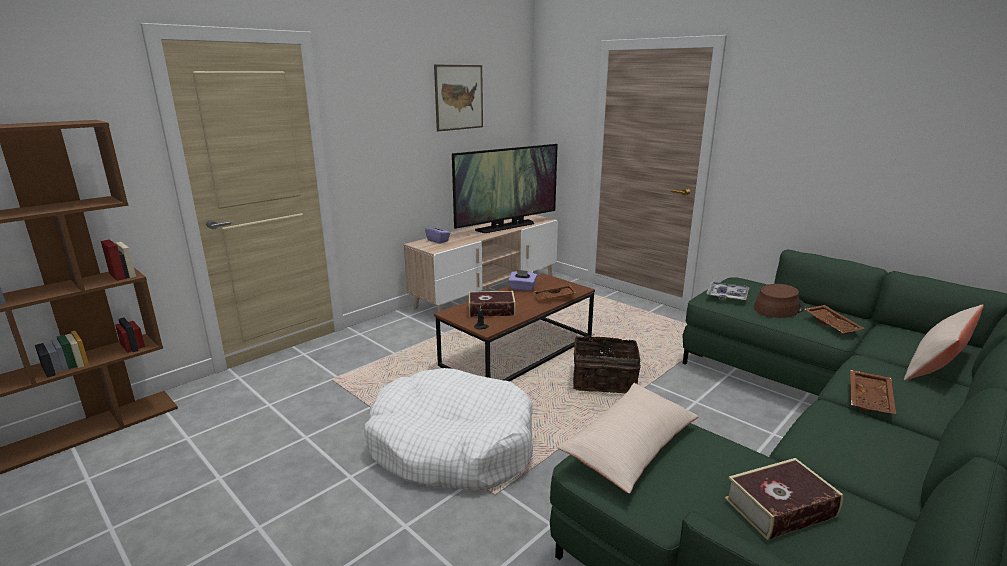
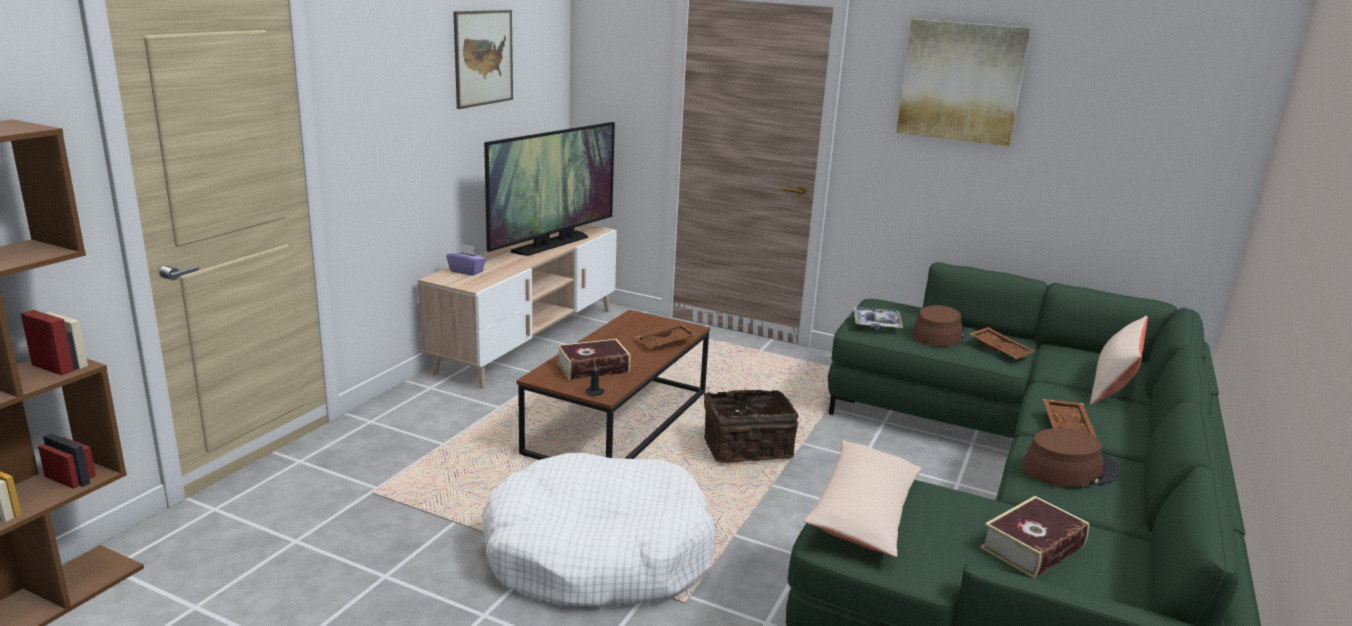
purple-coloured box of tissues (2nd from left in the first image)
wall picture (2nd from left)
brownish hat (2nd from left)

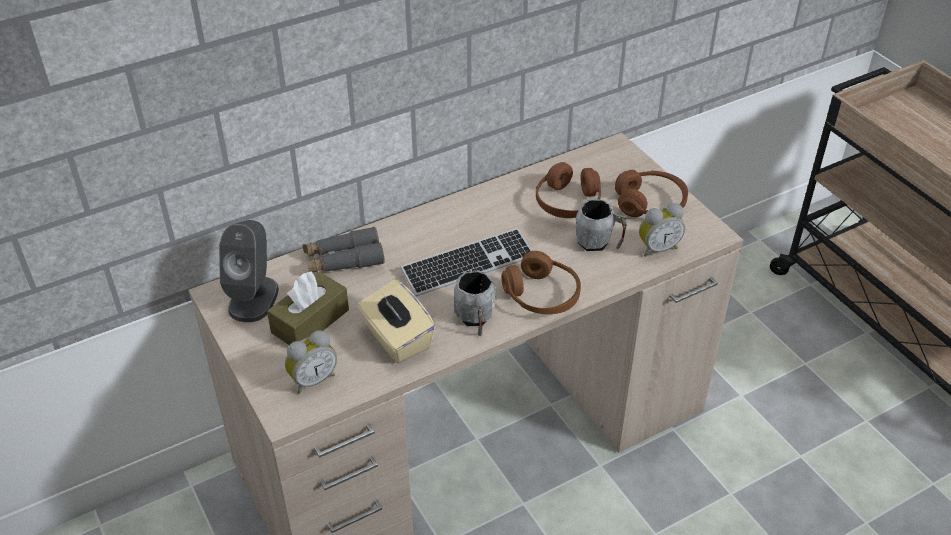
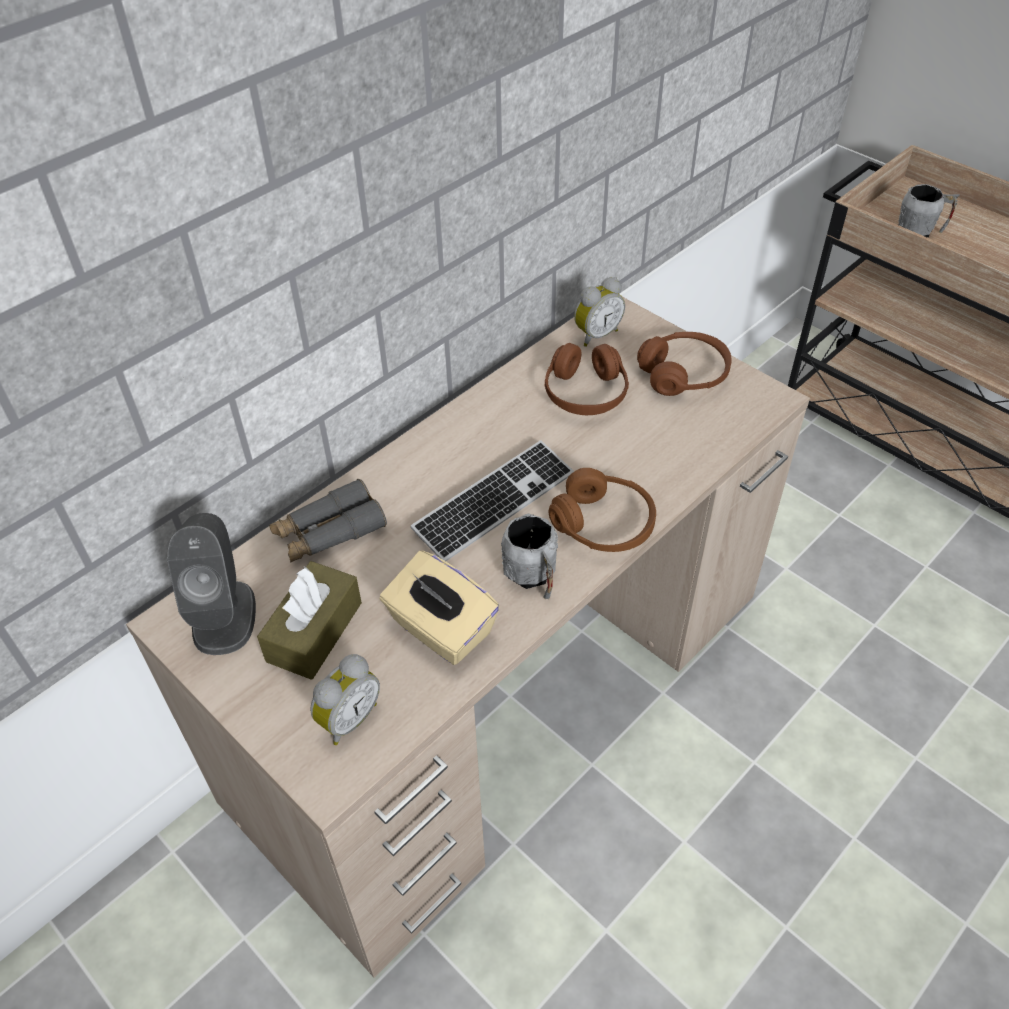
gray tea mug (2nd from left)
bedside clock (2nd from left)

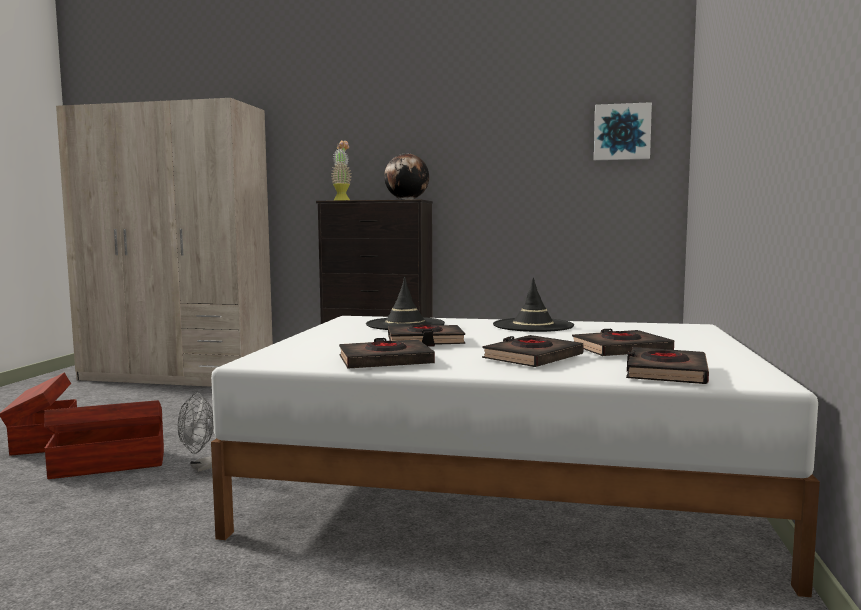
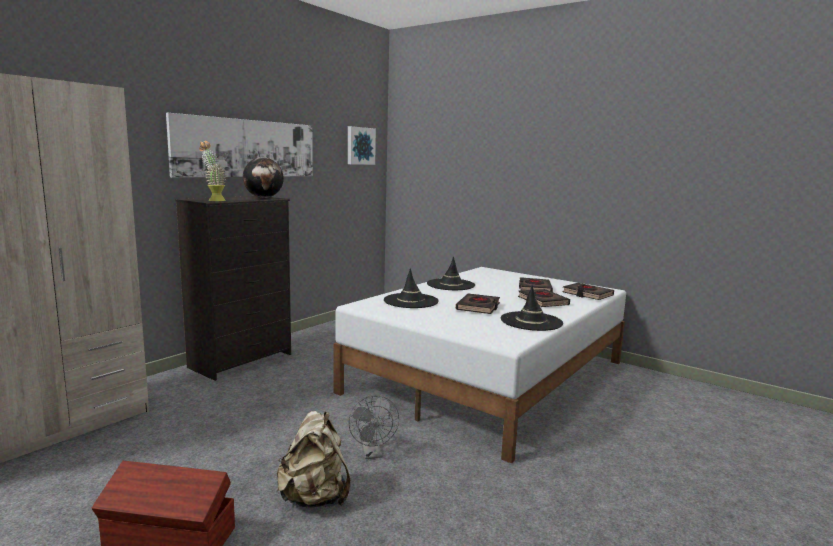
blackish hat (3rd from left)
beige rucksack
wall picture (1st from left)

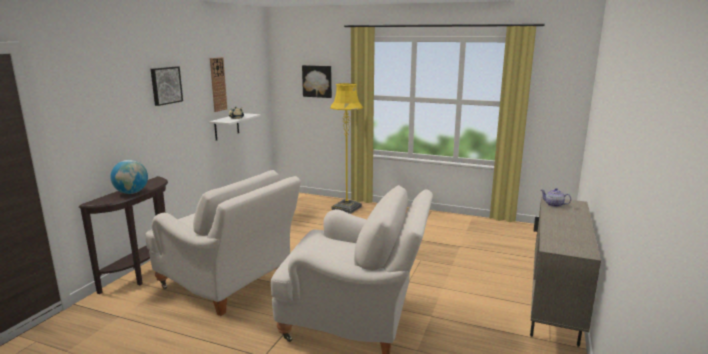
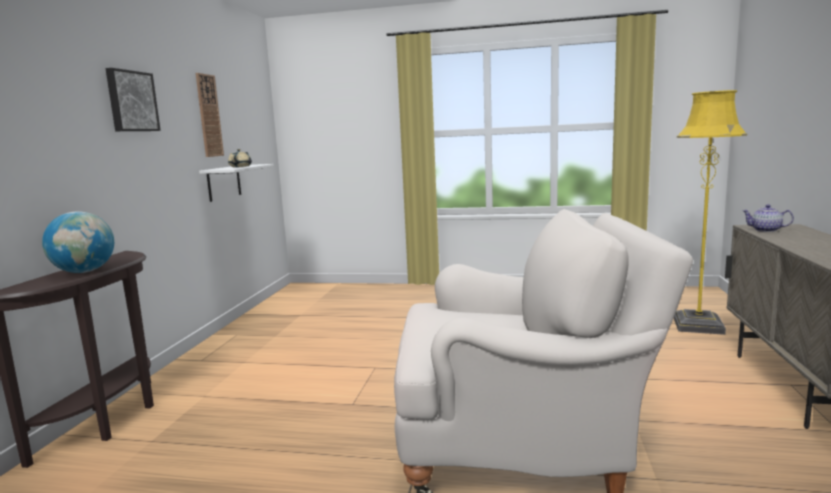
wall picture (2nd from left in the first image)
yellow-coloured floor lamp
white-coloured armchair (1st from left in the first image)

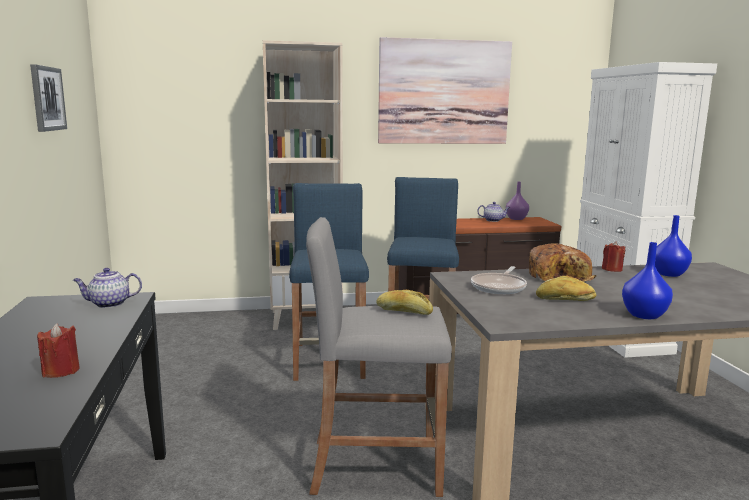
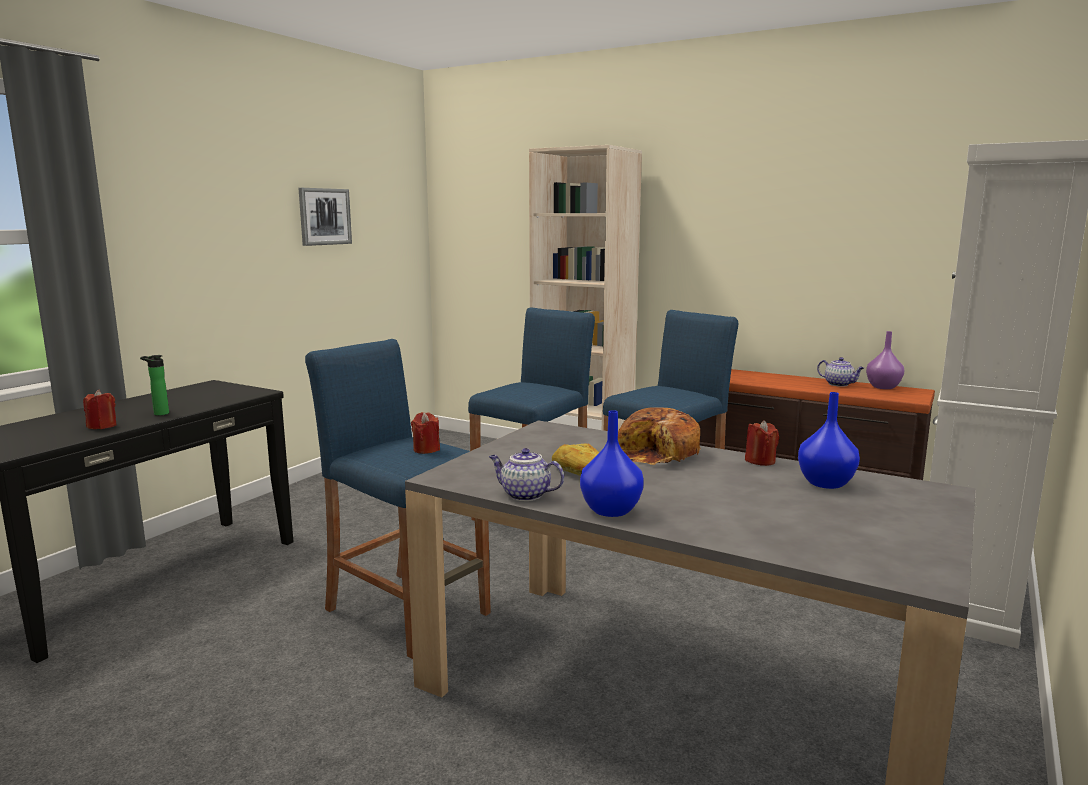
wall picture (2nd from left in the first image)
bluish sitting stool (1st from left)
skillet
teapot (1st from left)
reddish candle (2nd from left)
bottle

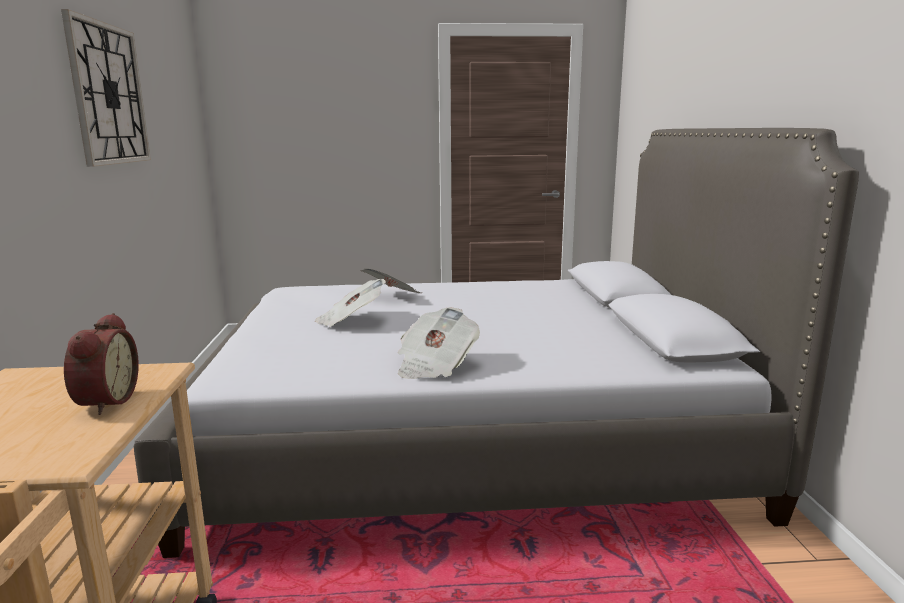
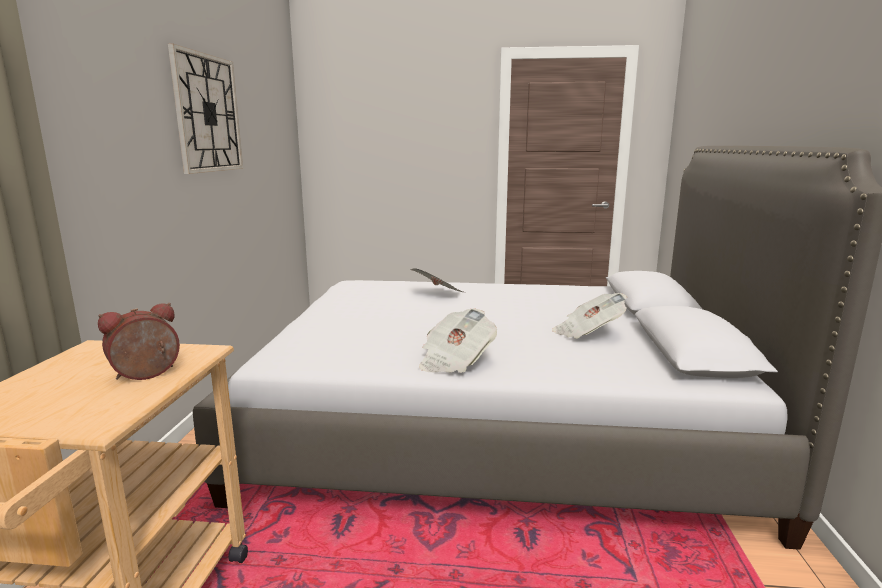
newspaper (3rd from left)
bedside clock

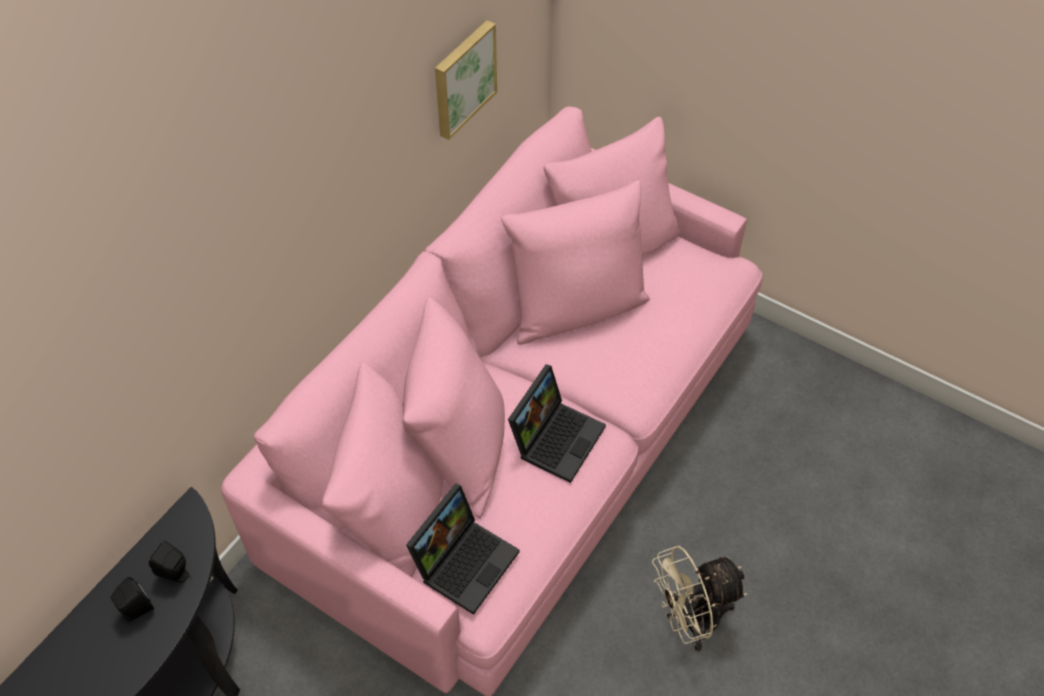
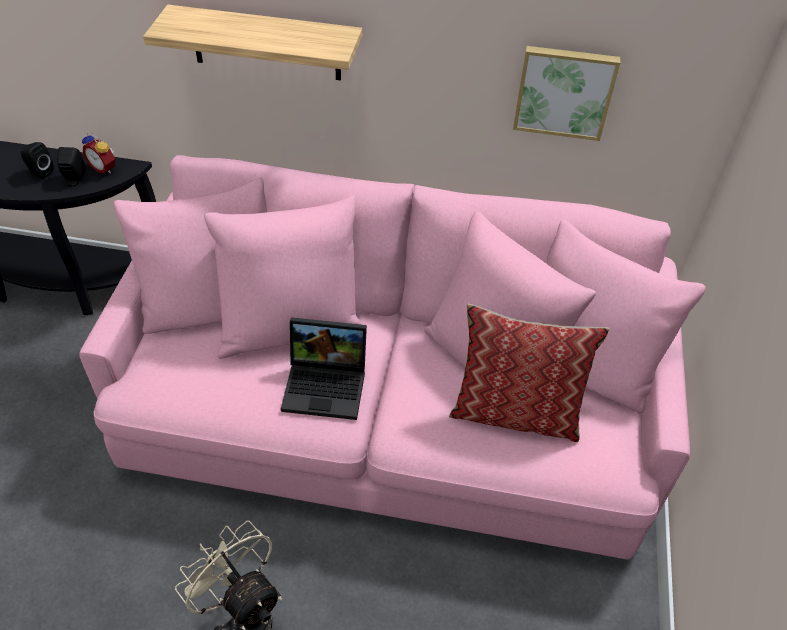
notebook computer (1st from left in the first image)
bracket shelf
bedside clock
pillow

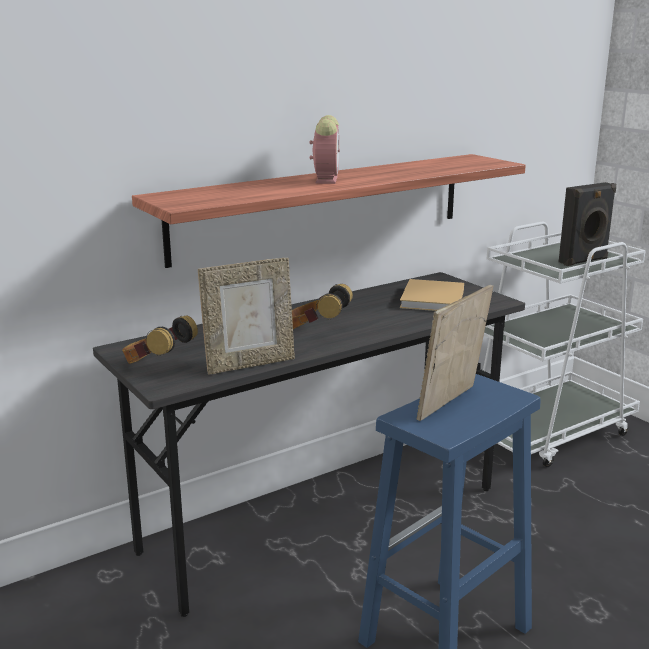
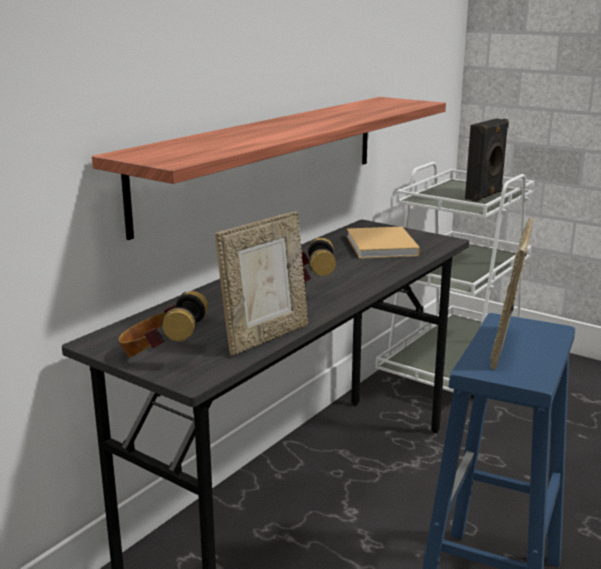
bedside clock

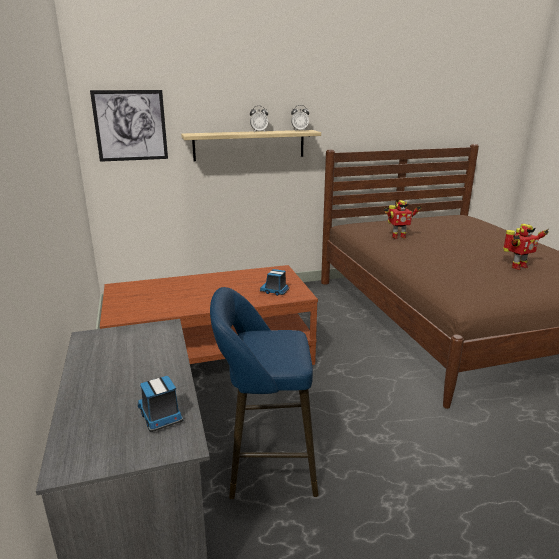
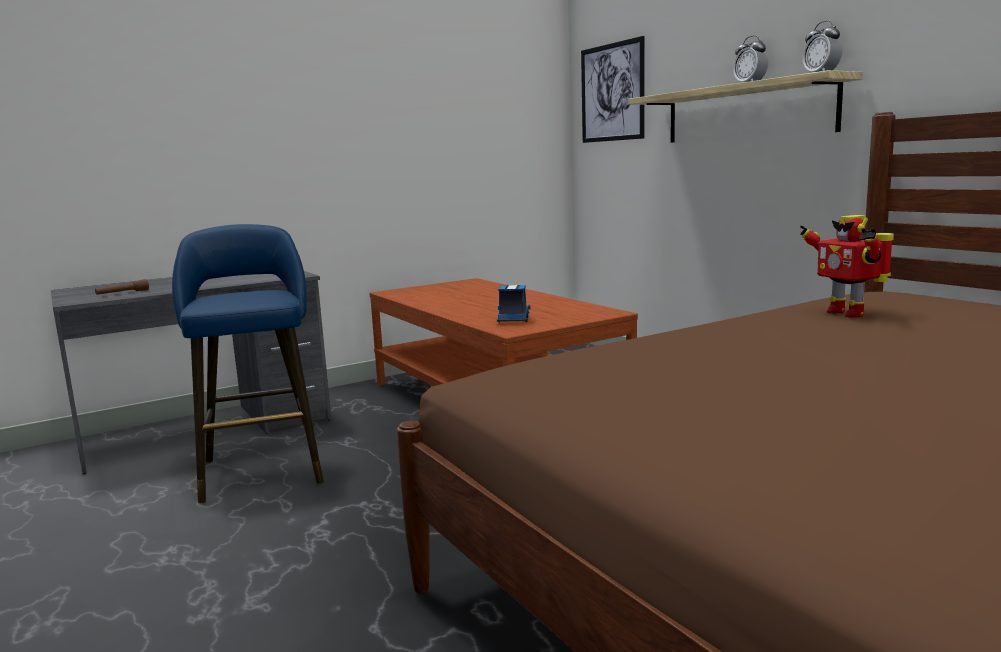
toy robot (2nd from left in the first image)
brownish flashlight

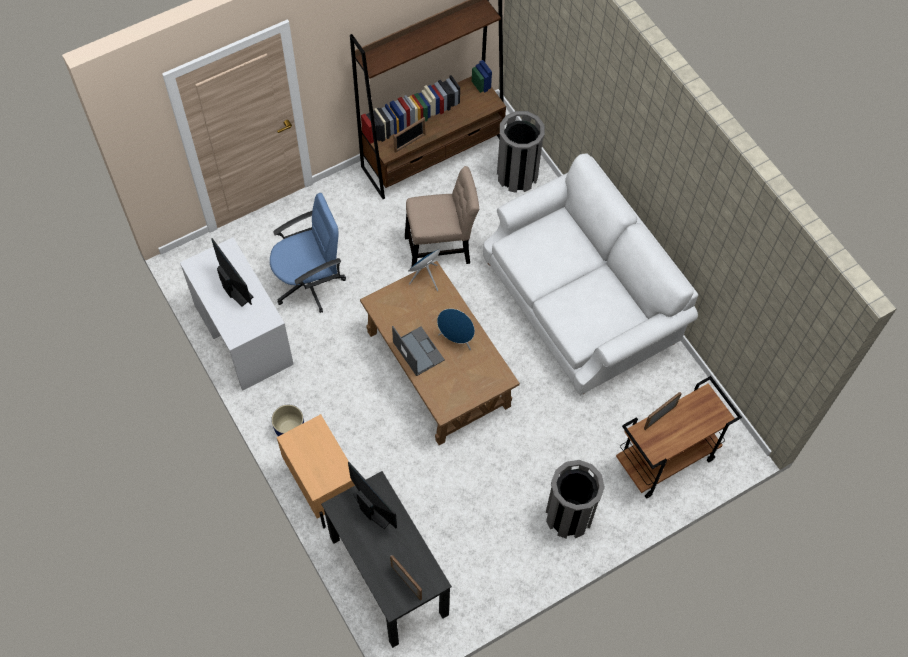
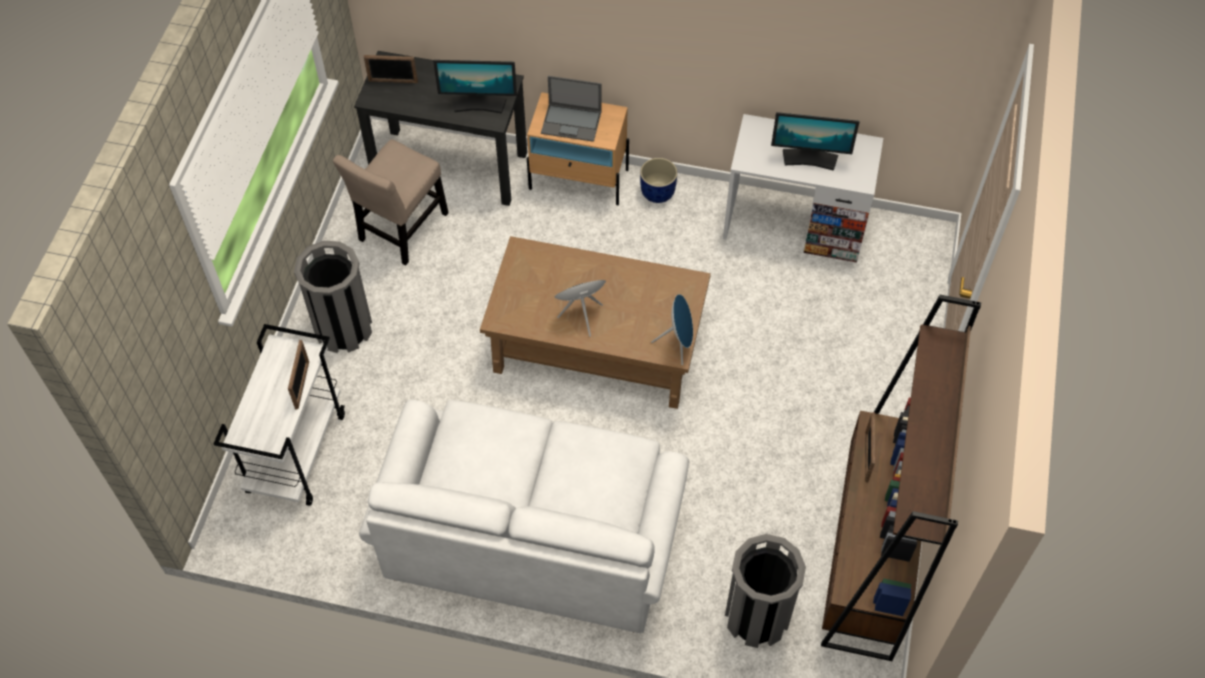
beige chair
bluish office chair
notebook computer
white-coloured wheeled cart

